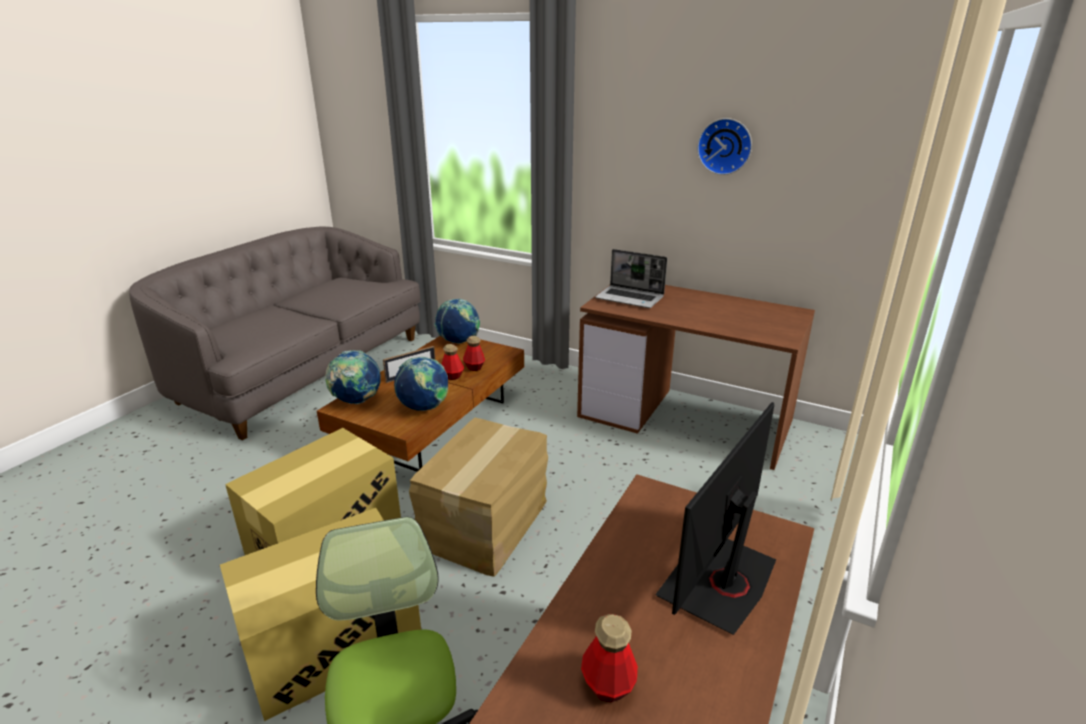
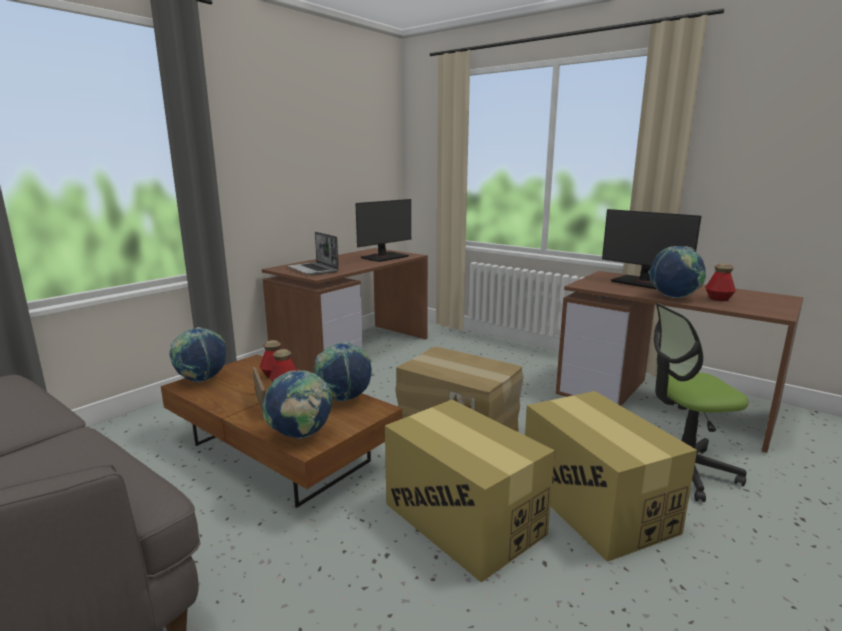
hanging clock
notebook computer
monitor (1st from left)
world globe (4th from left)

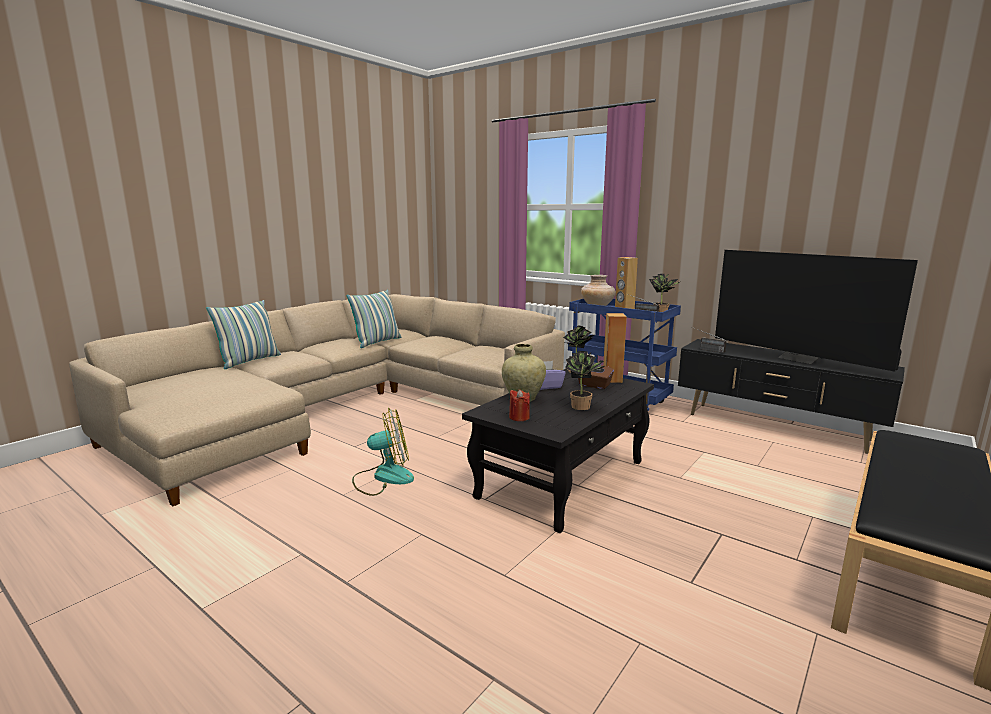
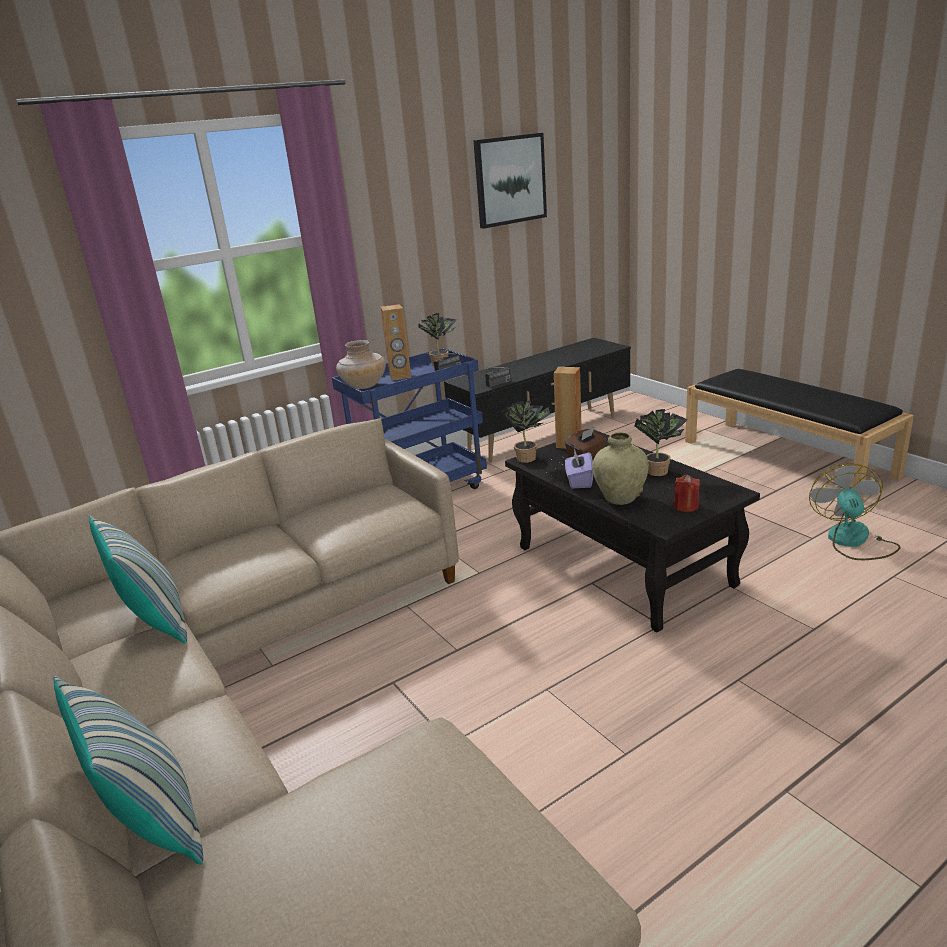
TV set
fan
wall picture

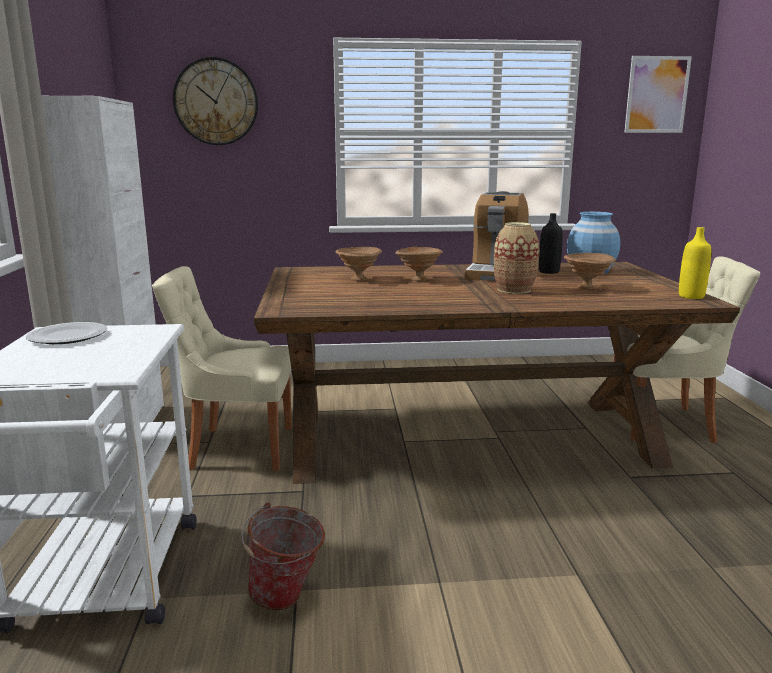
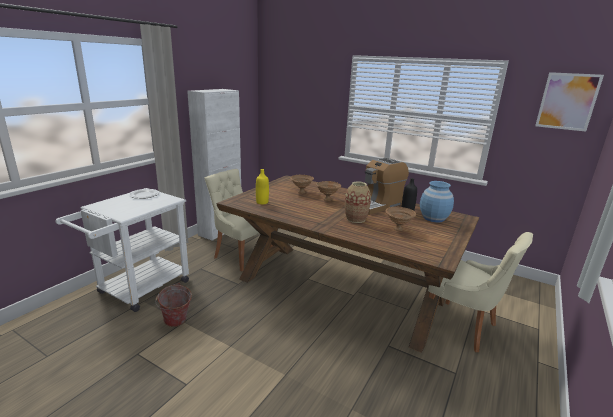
hanging clock
yellow-coloured bottle

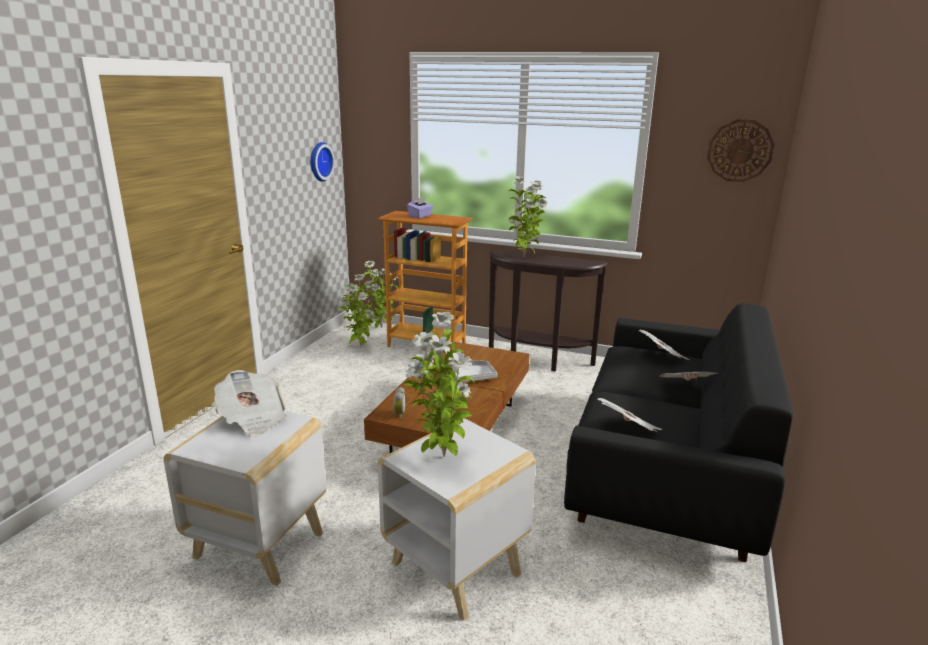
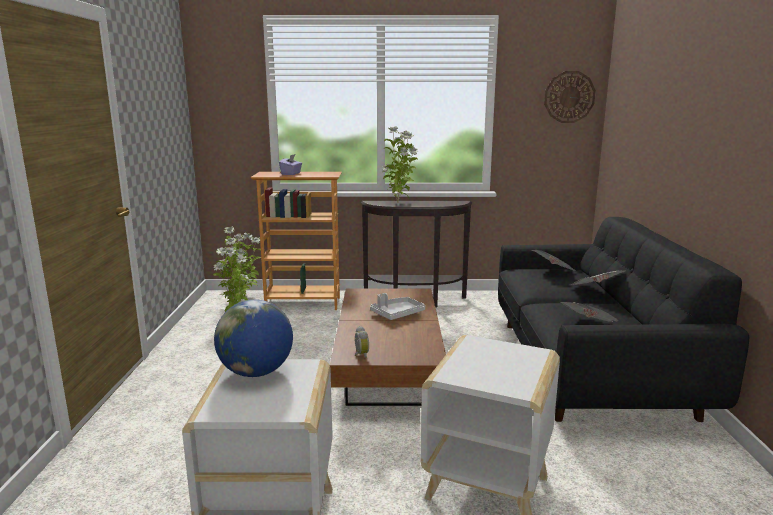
hanging clock (1st from left in the first image)
houseplant (3rd from left in the first image)
world globe

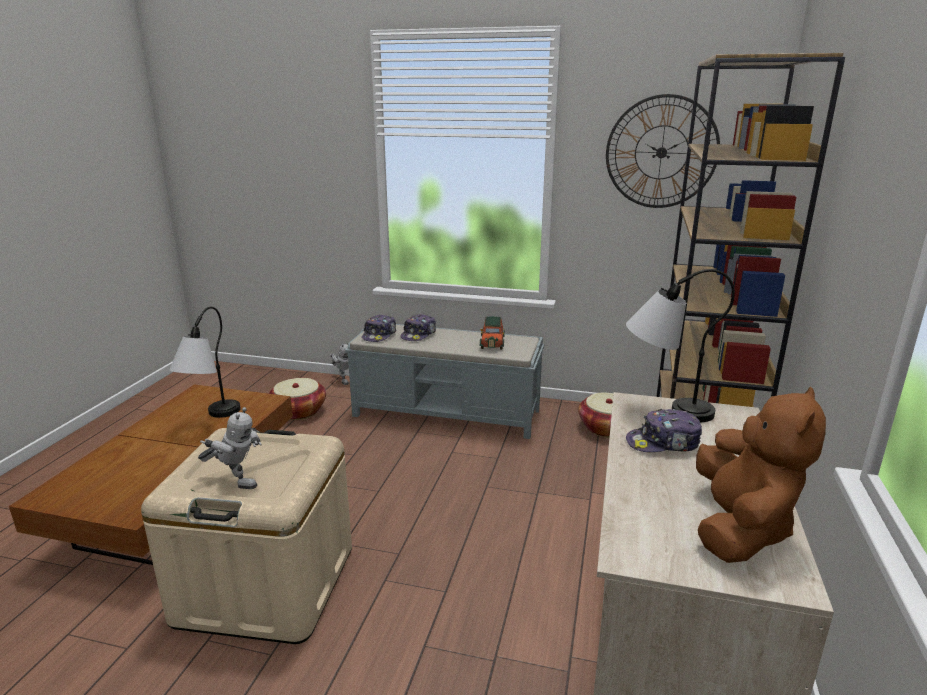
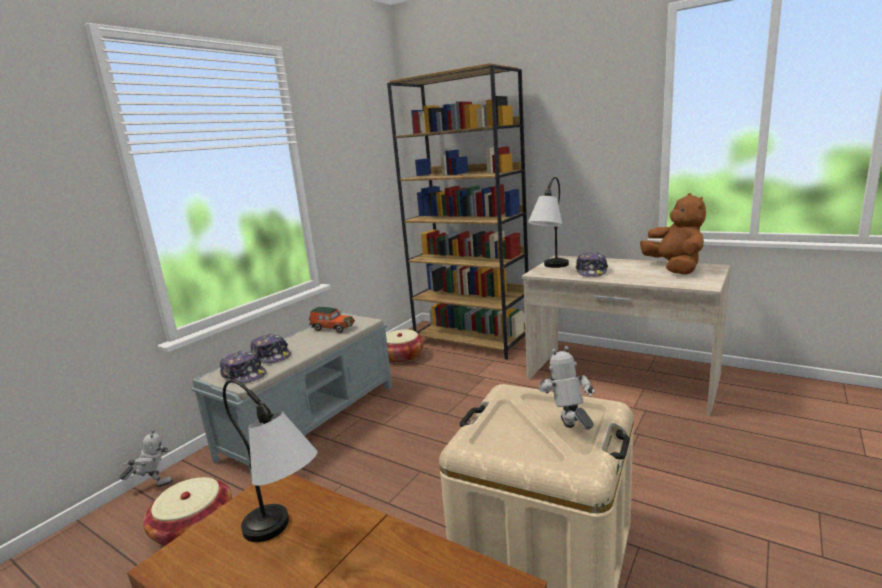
hanging clock
brownish soft toy
toy robot (2nd from left)

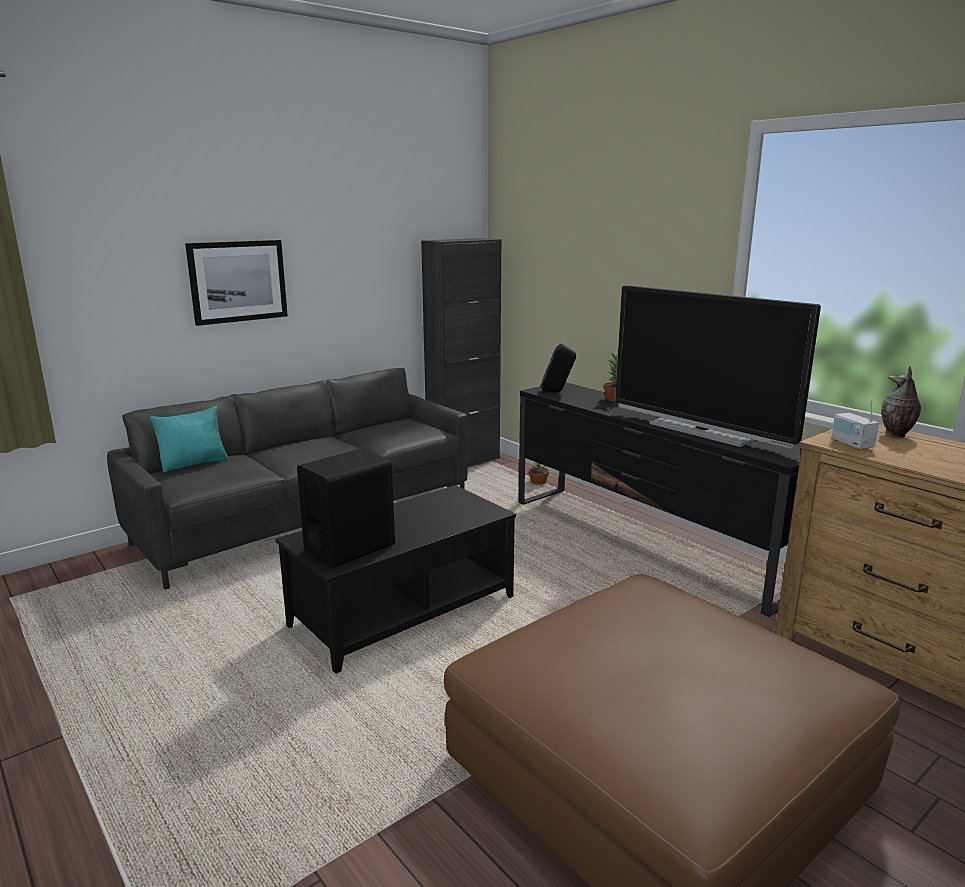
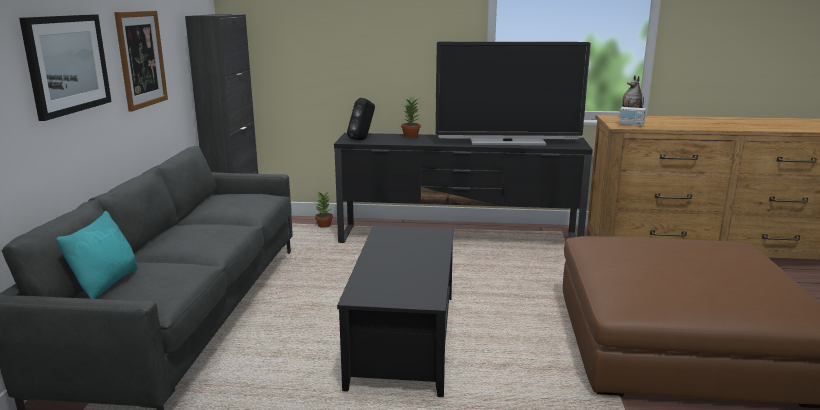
blackish loudspeaker (1st from left in the first image)
wall picture (2nd from left)

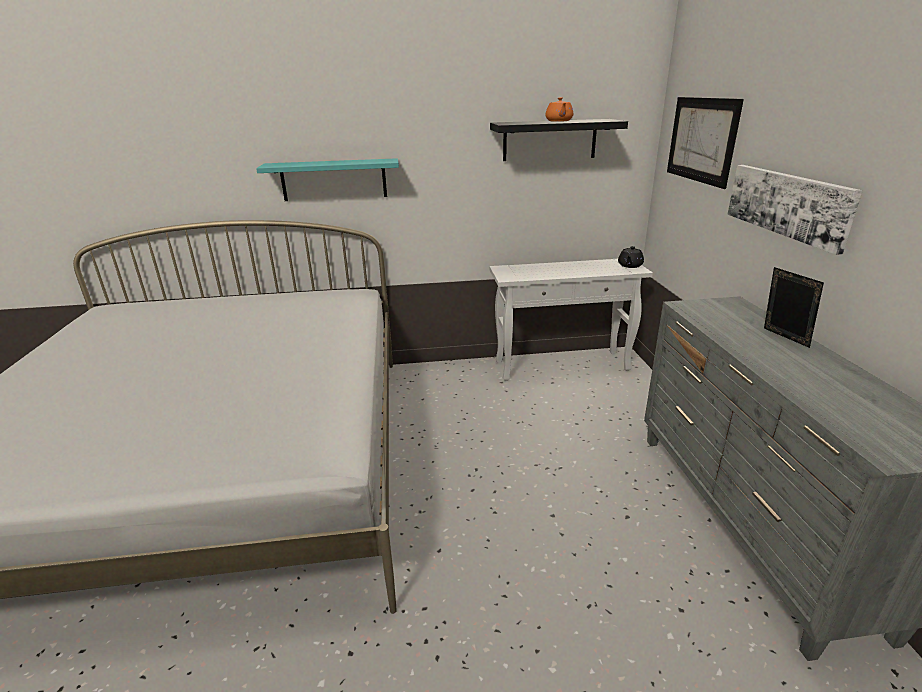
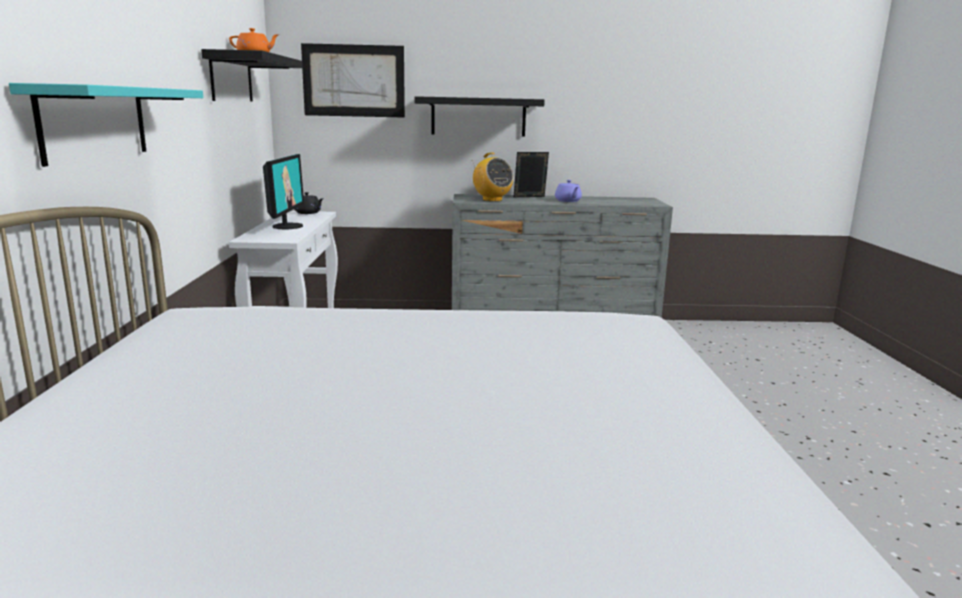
blackish bracket shelf (2nd from left)
radio receiver
monitor
purple-coloured teapot

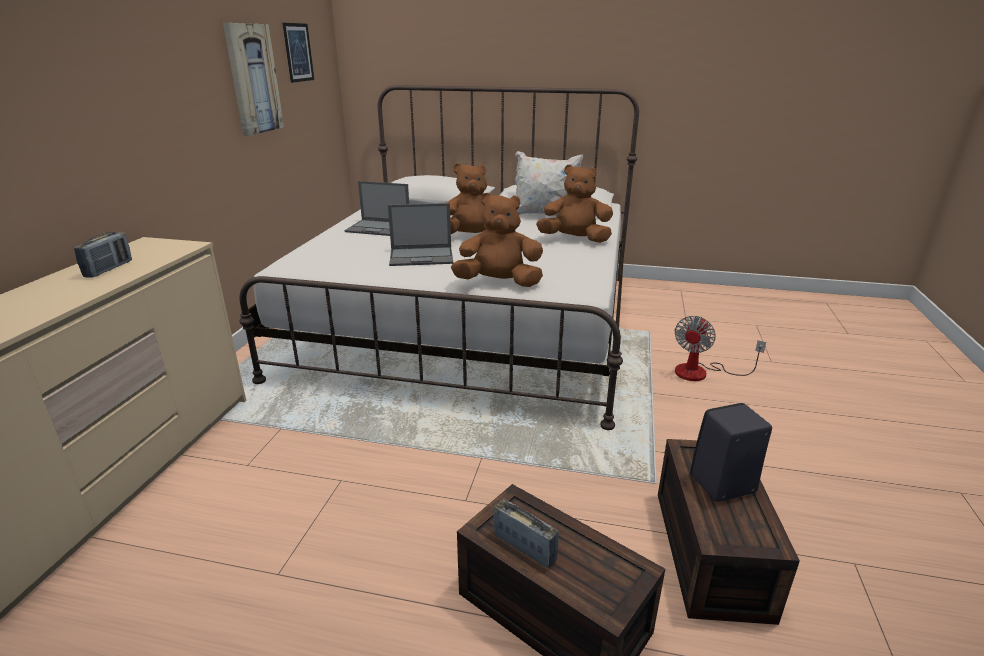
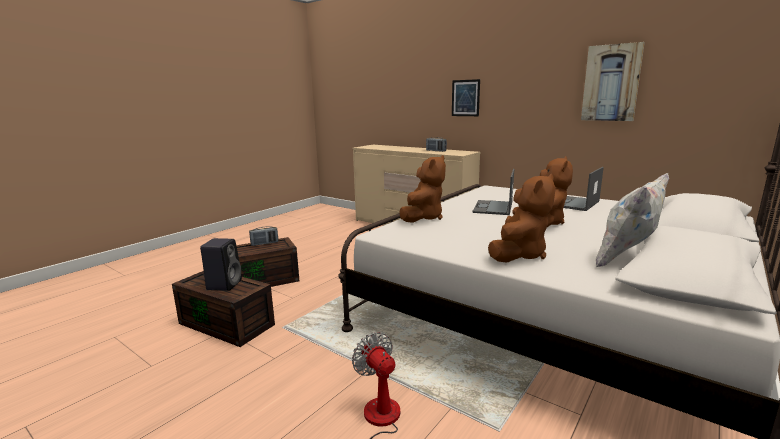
wall picture (1st from left)

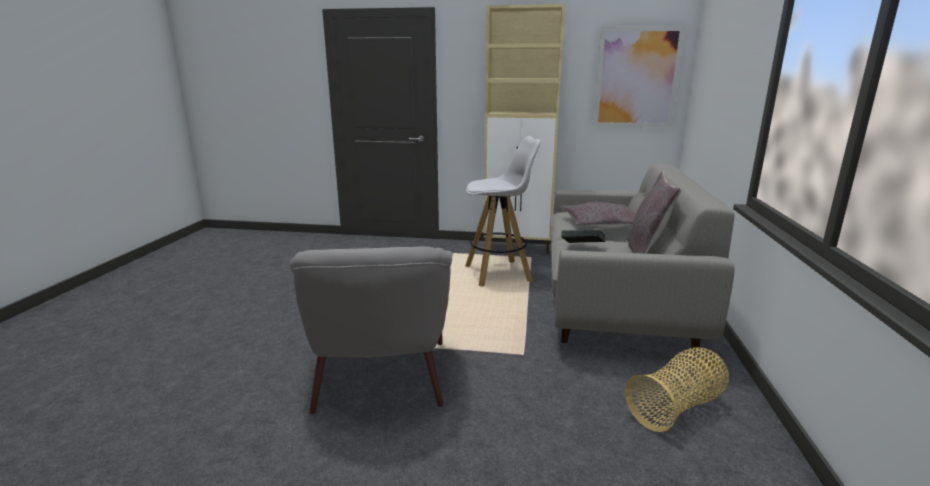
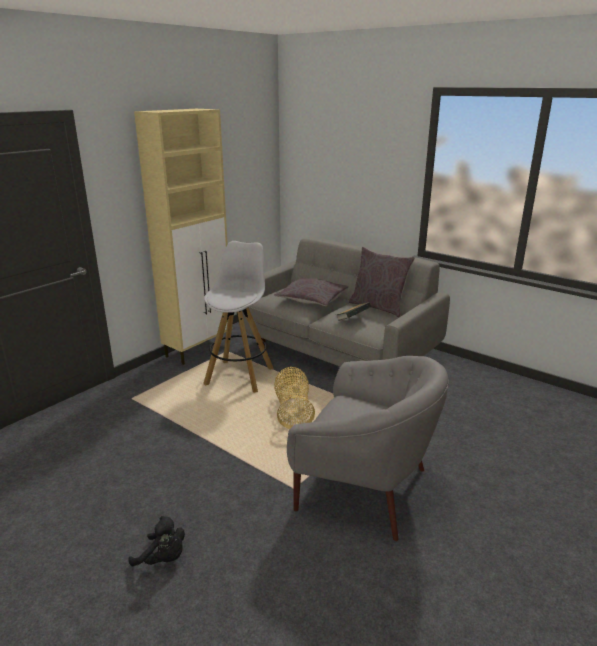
wall picture
storage basket
blackish soft toy

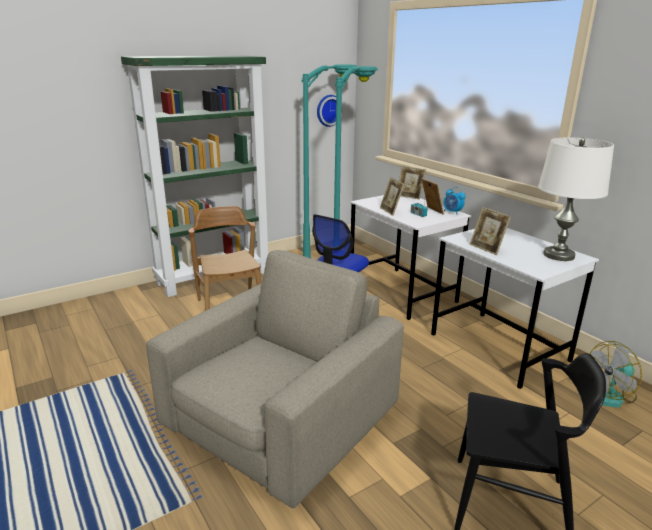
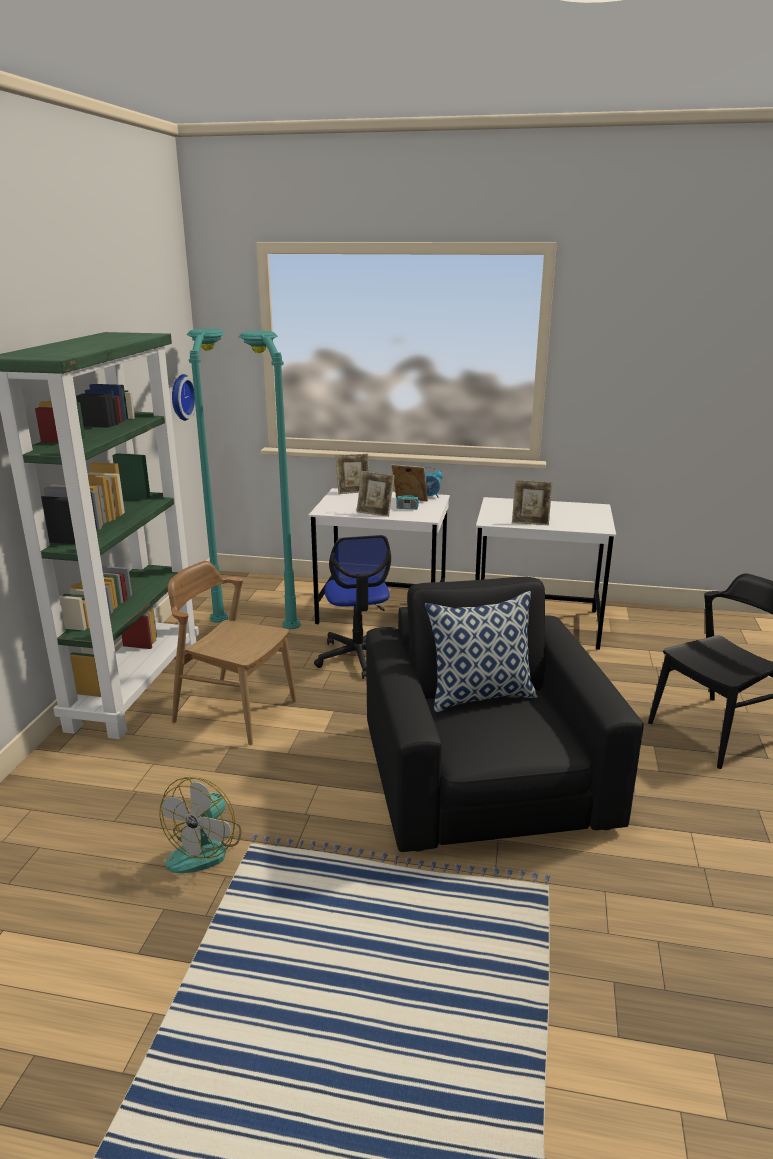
white-coloured tabletop lamp
blackish armchair
fan
pillow

